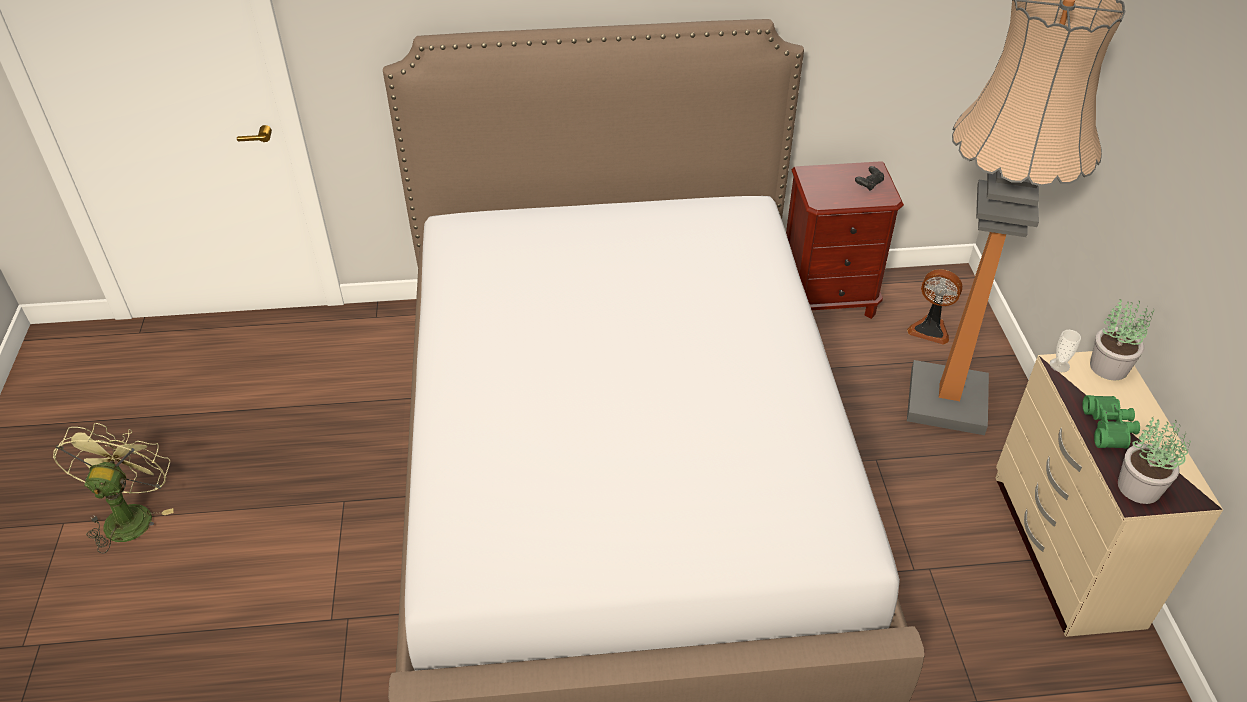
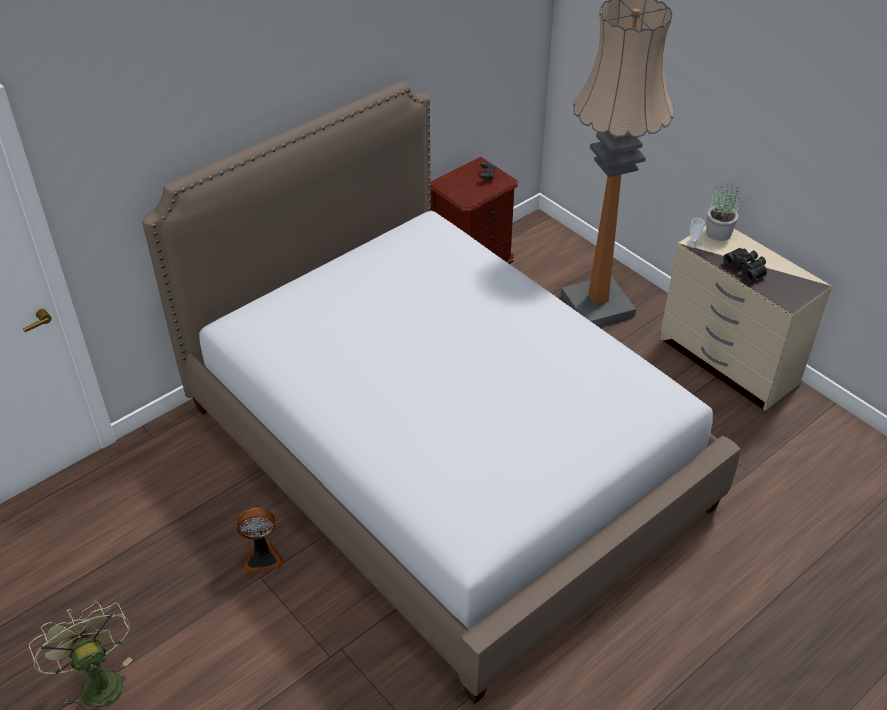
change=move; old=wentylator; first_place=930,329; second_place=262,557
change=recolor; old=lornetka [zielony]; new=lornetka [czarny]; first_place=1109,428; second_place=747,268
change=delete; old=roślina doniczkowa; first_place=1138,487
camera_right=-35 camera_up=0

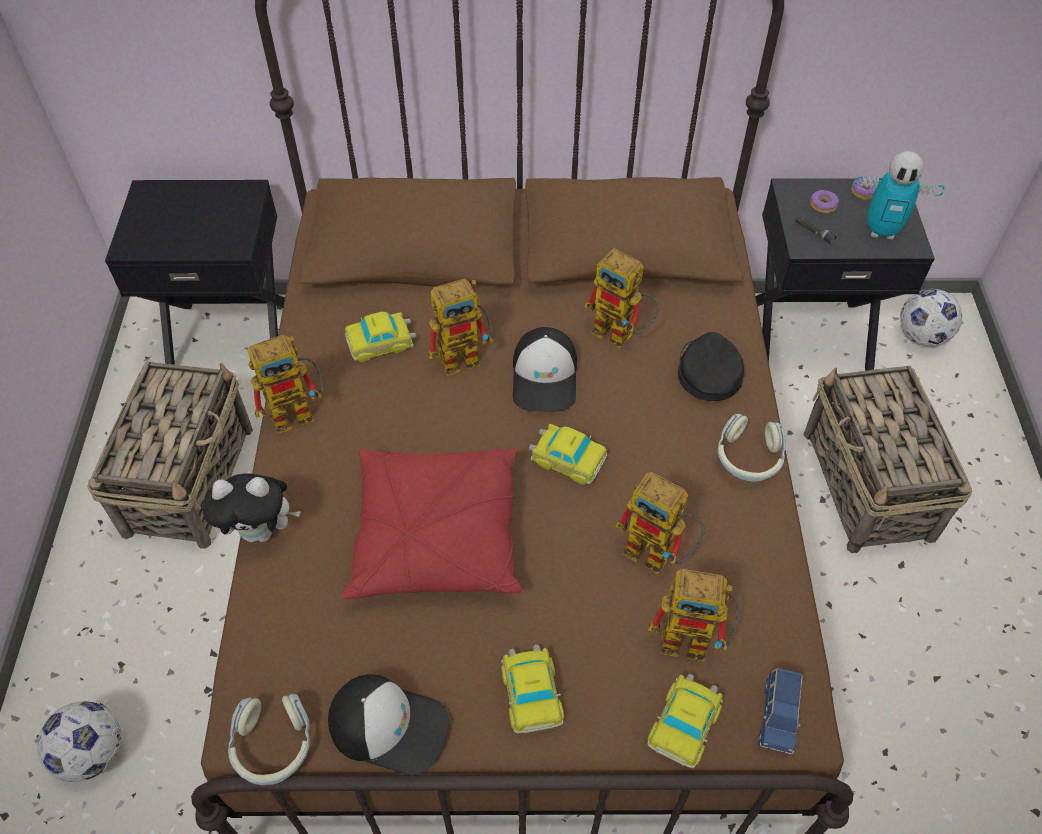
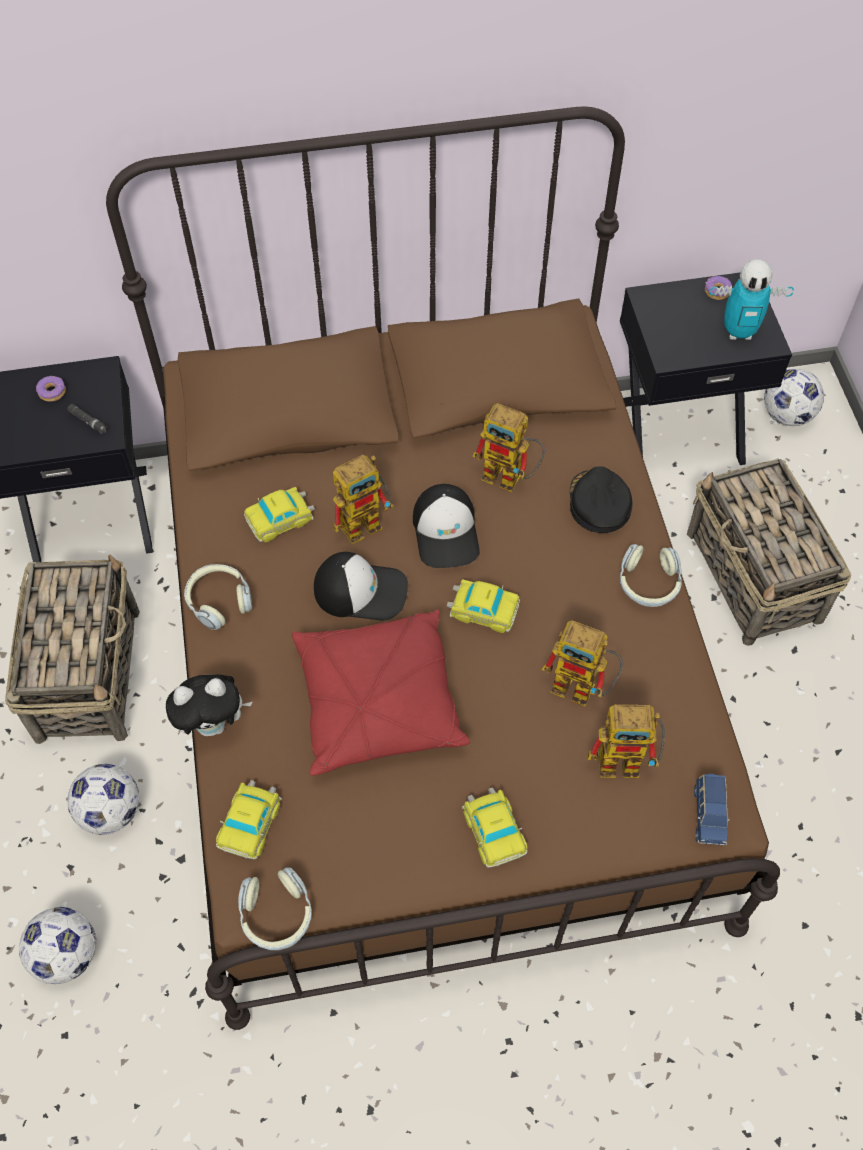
change=move; old=donut; first_place=823,205; second_place=52,392
change=move; old=latarka [czarny]; first_place=814,232; second_place=88,421
change=insert; new=piłka futbolowa; second_place=110,811
change=replace; old=robot zabawkowy; new=słuchawki; first_place=300,411; second_place=219,601
change=move; old=samochodzik; first_place=685,722; second_place=250,822
change=move; old=czapka z daszkiem; first_place=389,725; second_place=361,590
camera_right=-10 camera_up=5

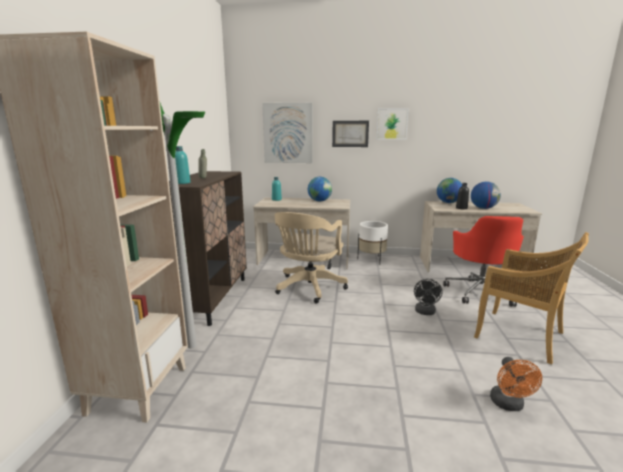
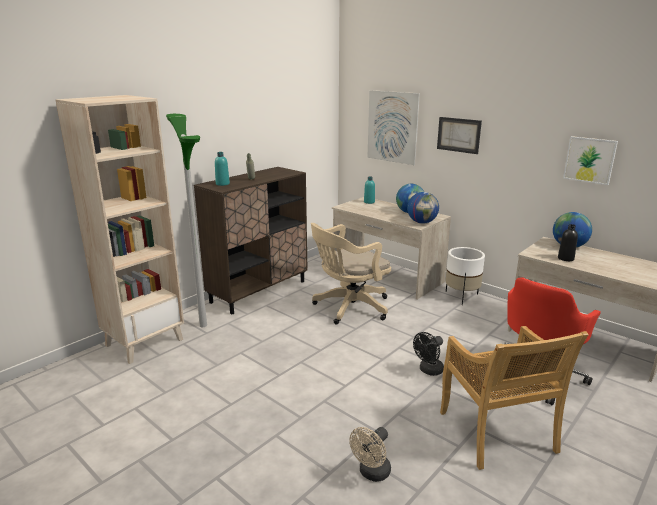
change=recolor; old=wentylator [pomarańczowy]; new=wentylator [beżowy]; first_place=509,405; second_place=372,473
change=move; old=globus; first_place=483,208; second_place=422,222
change=move; old=obraz; first_place=392,124; second_place=589,160
camera_right=35 camera_up=5

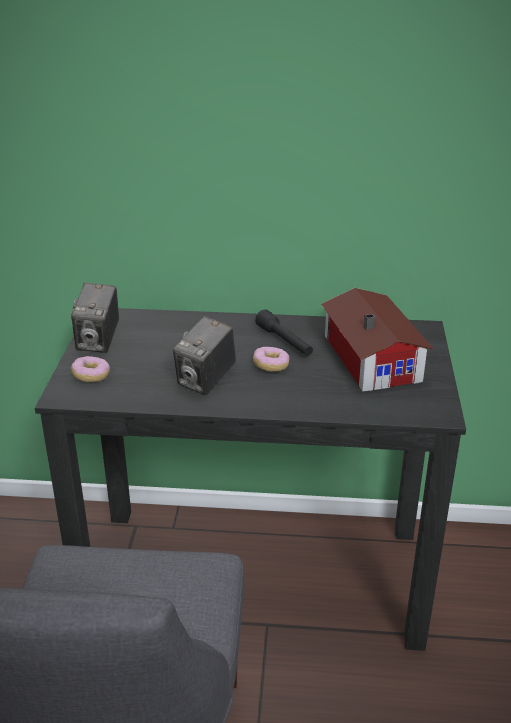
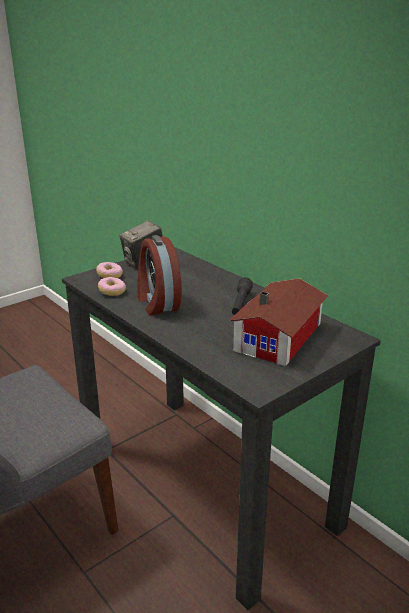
change=move; old=donut; first_place=271,366; second_place=112,292
change=replace; old=aparat fotograficzny; new=budzik; first_place=206,381; second_place=157,303
camera_right=45 camera_up=-5

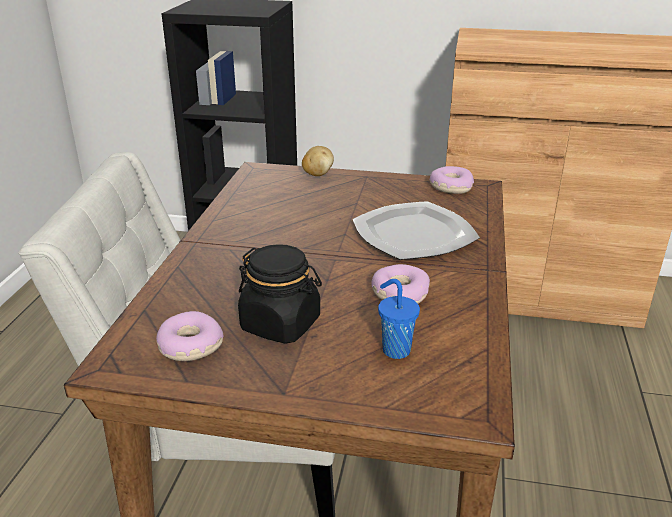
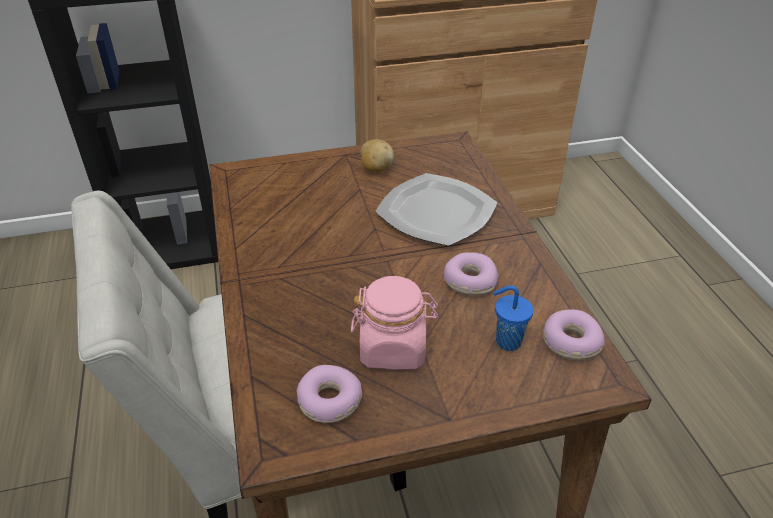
change=recolor; old=słoik [czarny]; new=słoik [różowy]; first_place=281,324; second_place=393,348
change=move; old=ziemniak; first_place=317,174; second_place=376,169
change=move; old=donut; first_place=450,187; second_place=570,342
camera_right=-25 camera_up=10

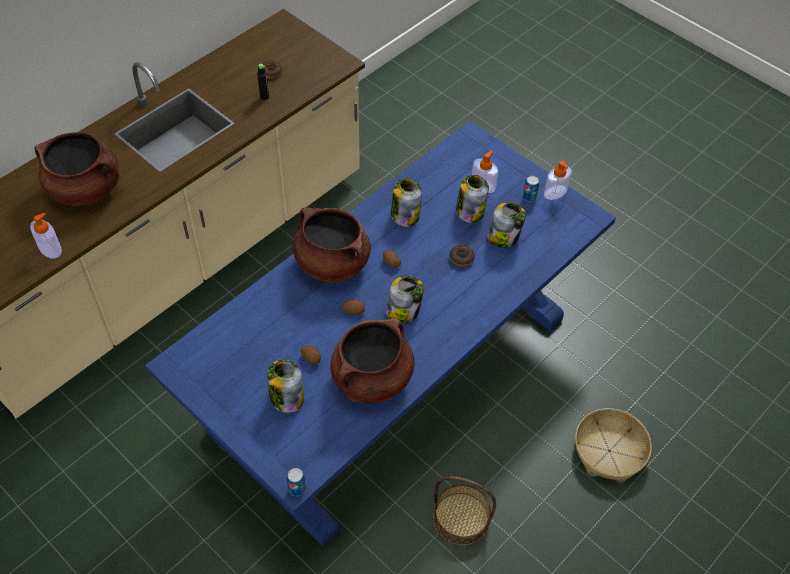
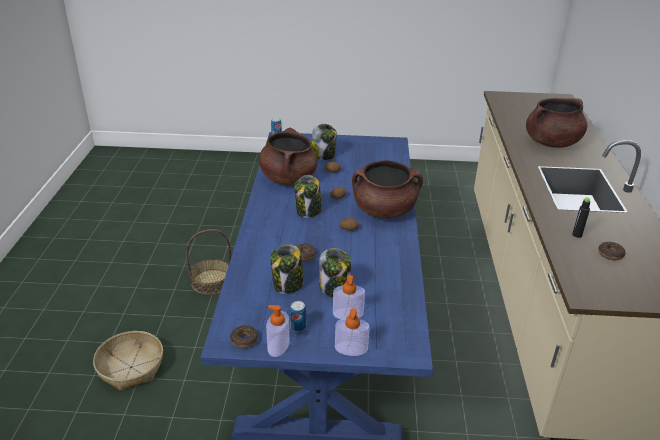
change=insert; new=donut; second_place=244,340
change=move; old=dozownik mydła; first_place=50,248; second_place=351,349
change=delete; old=słoik; first_place=405,215
camera_right=140 camera_up=-20

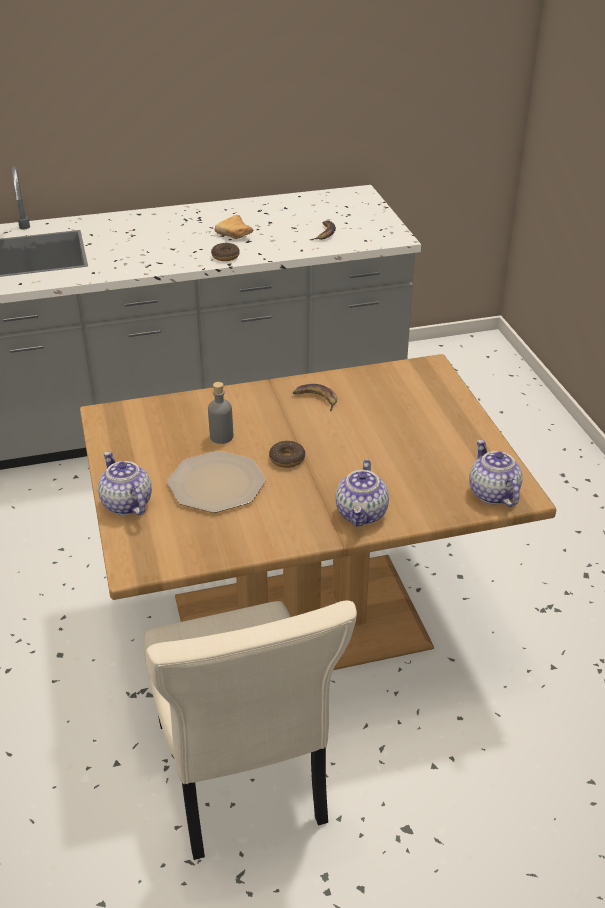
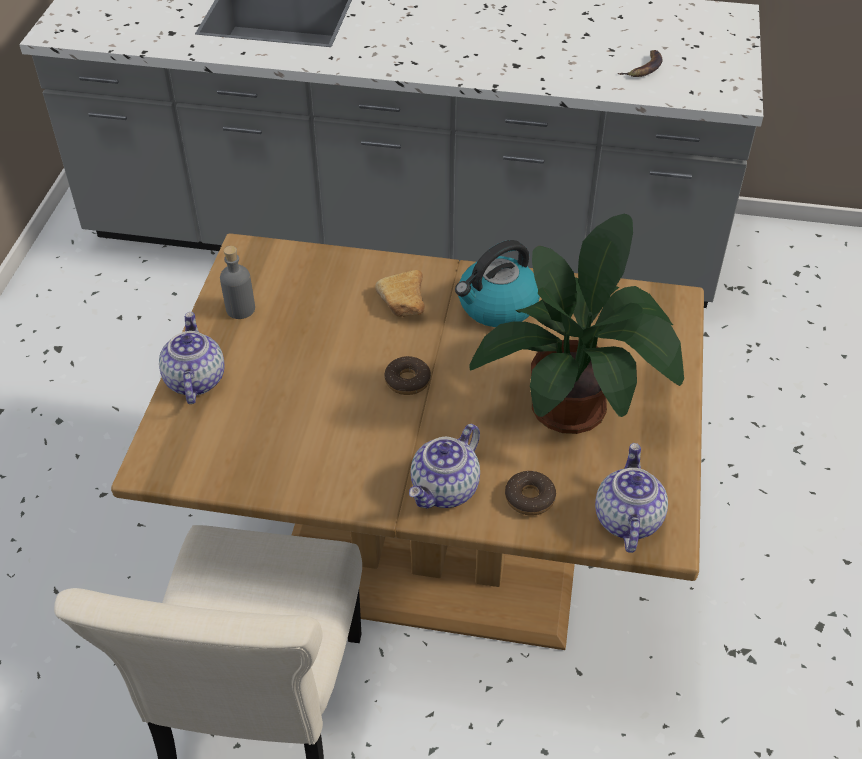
change=move; old=butelka [szary]; first_place=221,437; second_place=240,309
change=move; old=chleb; first_place=236,235; second_place=404,305
change=replace; old=banan; new=czajnik; first_place=316,399; second_place=496,306
change=insert; new=roślina doniczkowa; second_place=575,403
change=move; old=donut; first_place=225,256; second_place=529,498
change=delete; old=talerz; first_place=217,484
camera_right=25 camera_up=10

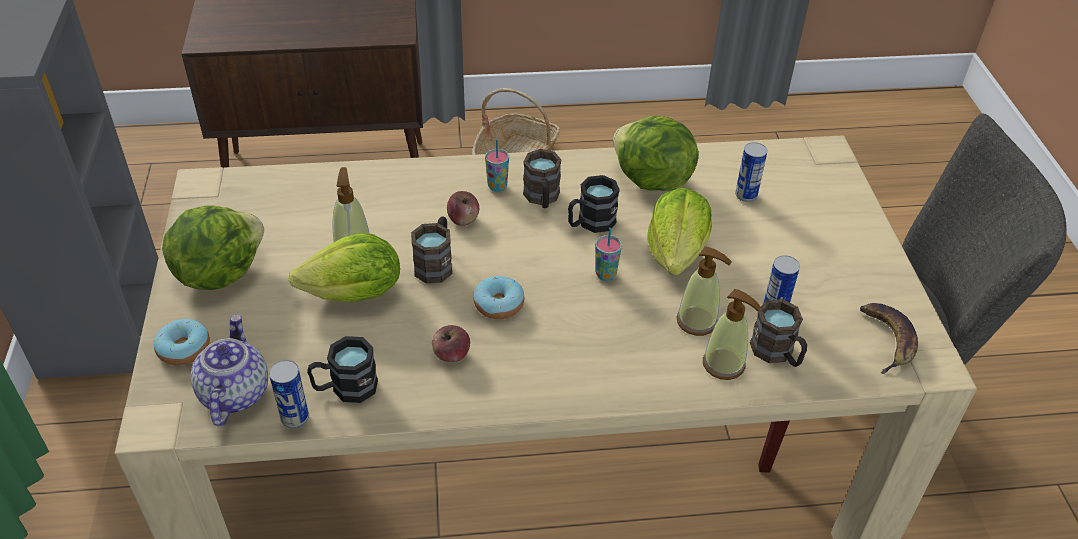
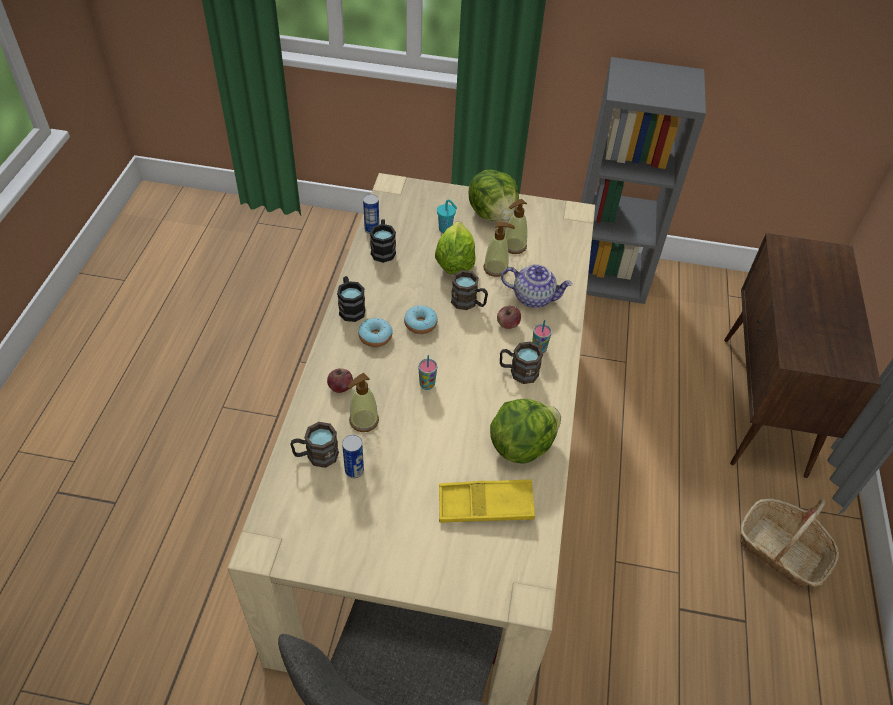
change=move; old=jabłko; first_place=451,355; second_place=340,387
change=move; old=kubek [czarny]; first_place=590,223; second_place=350,307
change=move; old=donut; first_place=184,349; second_place=375,337
change=insert; new=filiżanka [turkusowy]; second_place=446,229
change=replace; old=puszka; new=taca [żółty]; first_place=746,195; second_place=485,505
change=move; old=imbryk; first_place=234,393; second_place=534,297
change=move; old=dozownik mydła; first_place=724,364; second_place=514,246
change=delete; old=sałata; first_place=676,253
change=delete; old=banan; first_place=888,340
camera_right=105 camera_up=5

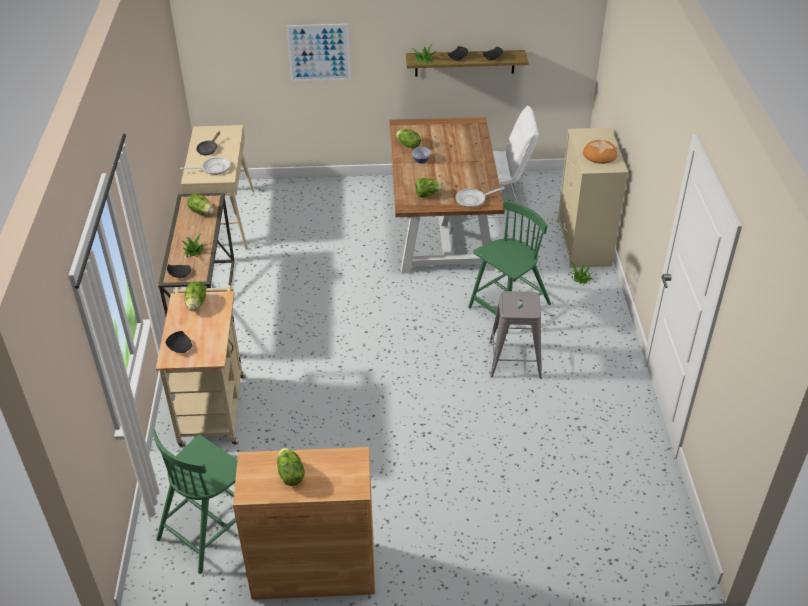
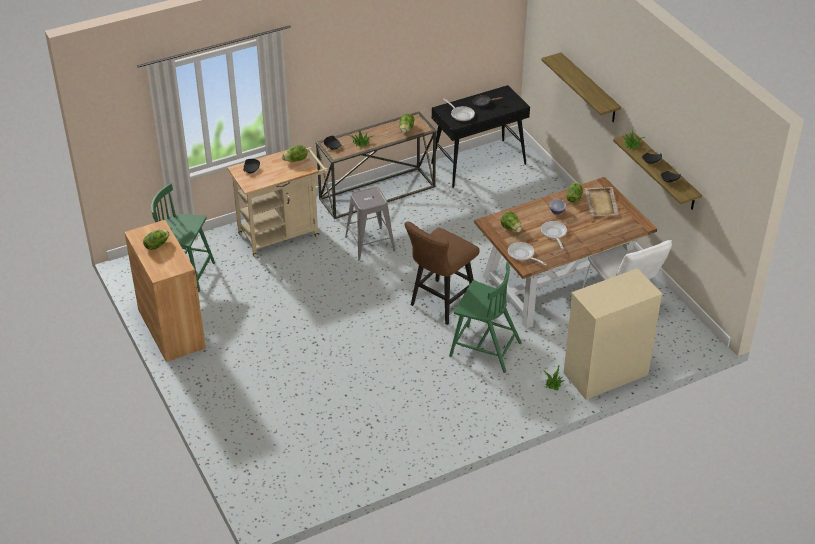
change=move; old=stołek [szary]; first_place=514,359; second_place=370,243
change=insert; new=stołek [brązowy]; second_place=440,305
change=recolor; old=stolik konsolowy [beżowy]; new=stolik konsolowy [czarny]; first_place=224,220; second_place=479,163
change=replace; old=obraz; new=półka; first_place=319,52; second_place=589,88
change=insert; new=patelnia; second_place=554,234
change=insert; new=taca [beżowy]; second_place=601,203
change=delete; old=chleb; first_place=599,155
camera_right=65 camera_up=0

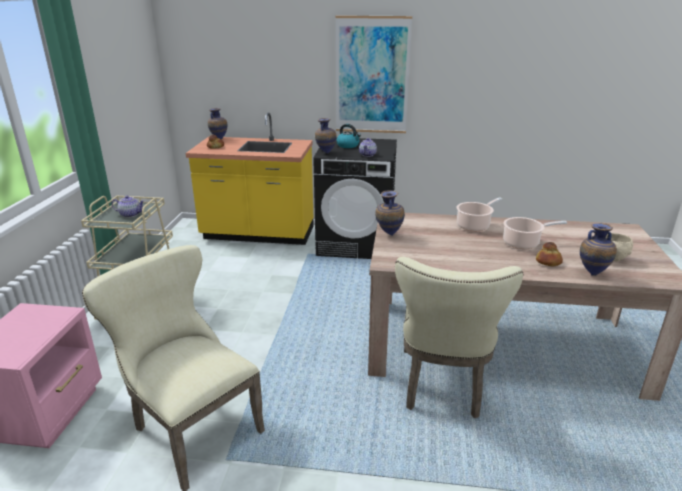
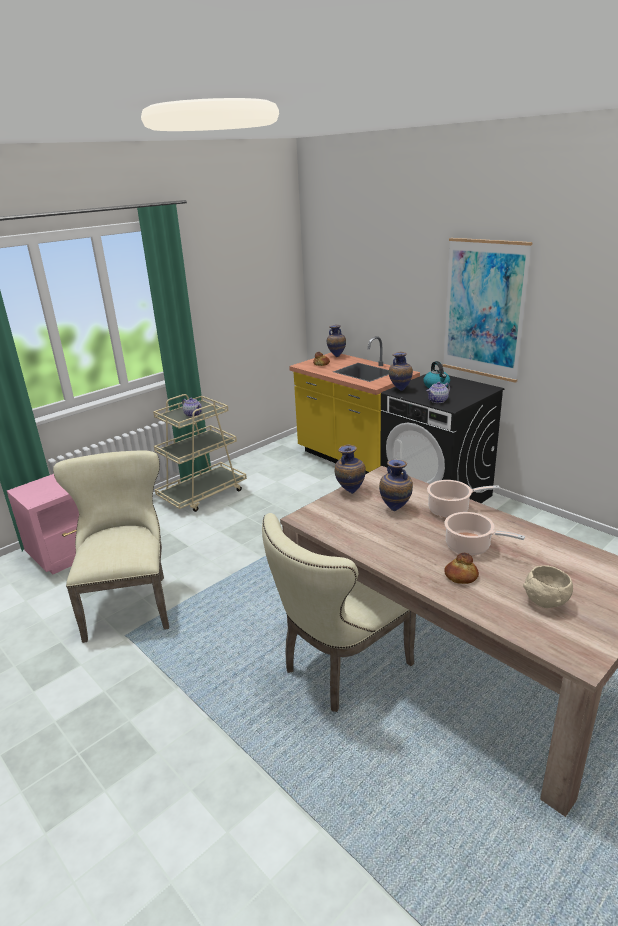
change=move; old=wazon; first_place=592,273; second_place=396,509
camera_right=40 camera_up=0

